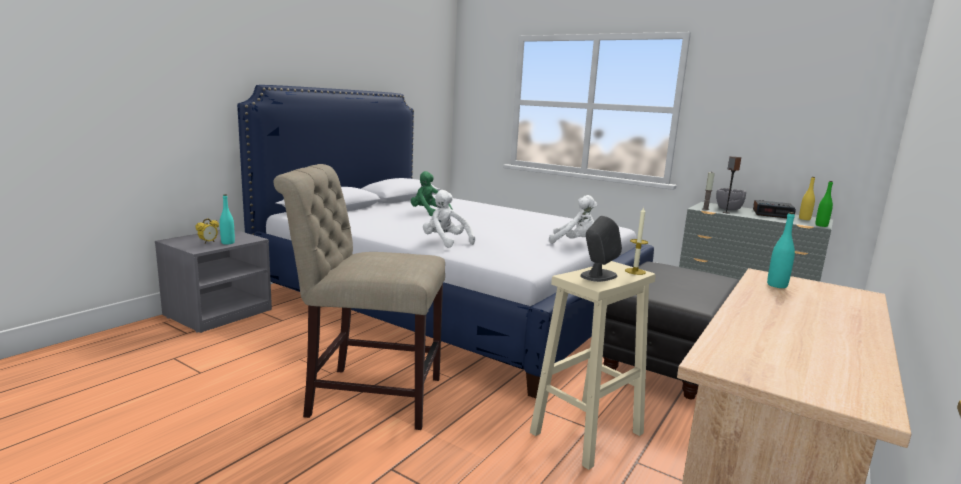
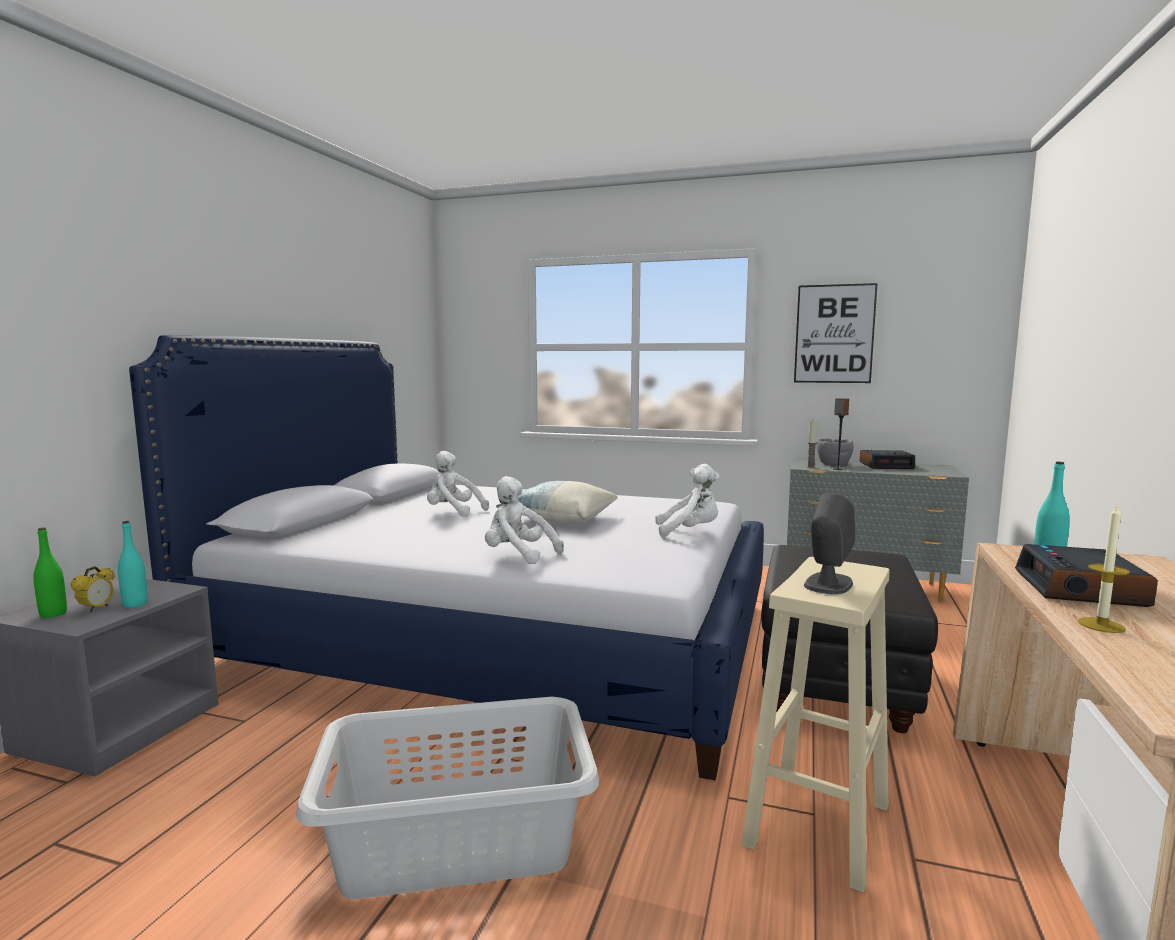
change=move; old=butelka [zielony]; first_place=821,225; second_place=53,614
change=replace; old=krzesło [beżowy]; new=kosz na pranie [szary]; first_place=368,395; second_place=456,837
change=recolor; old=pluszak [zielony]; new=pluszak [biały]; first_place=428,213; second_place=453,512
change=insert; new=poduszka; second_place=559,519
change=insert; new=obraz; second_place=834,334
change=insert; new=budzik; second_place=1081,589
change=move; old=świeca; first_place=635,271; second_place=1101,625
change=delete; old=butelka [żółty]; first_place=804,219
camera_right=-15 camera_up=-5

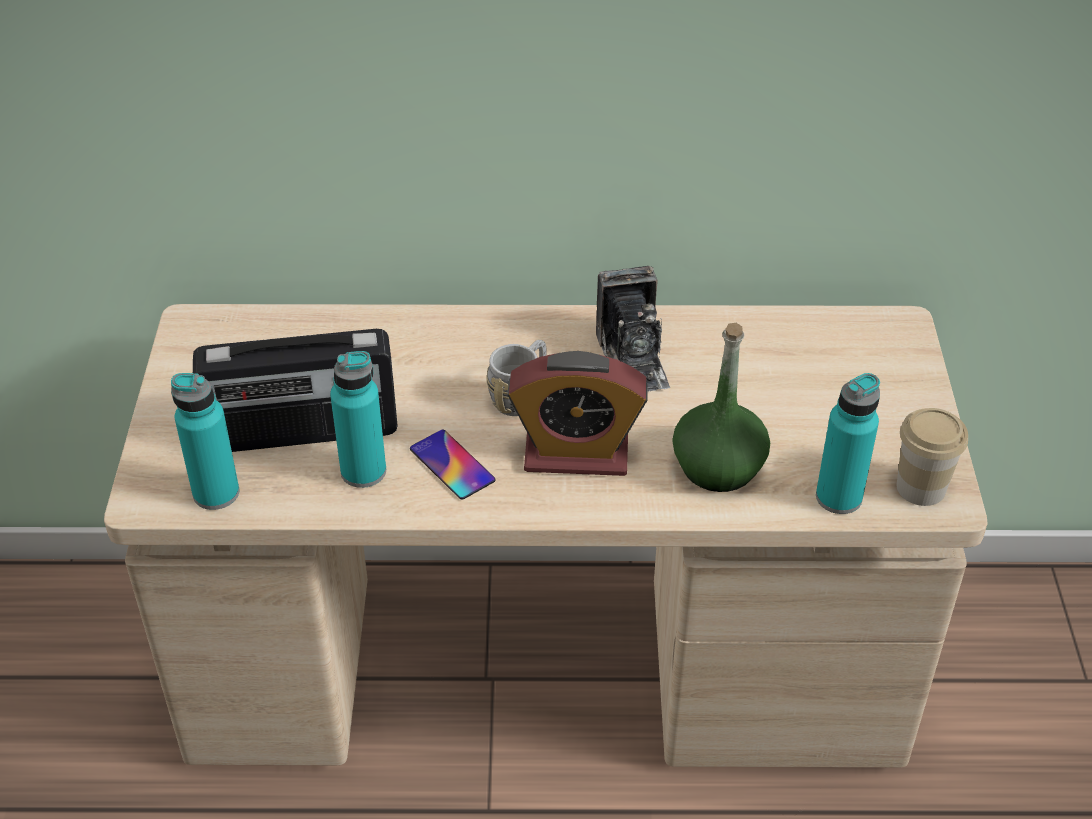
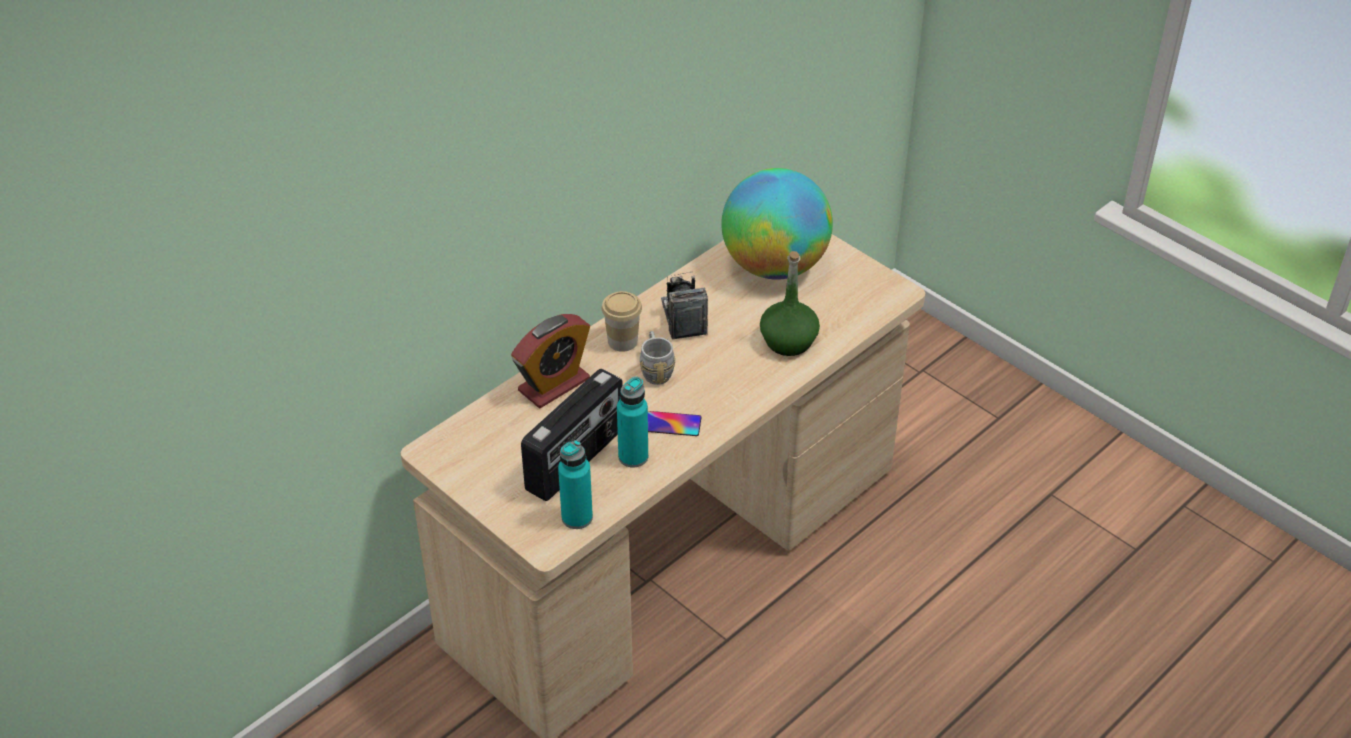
change=move; old=budzik; first_place=576,455; second_place=554,385
change=move; old=filiżanka; first_place=921,488; second_place=622,341
change=rotate; old=aparat fotograficzny; first_place=632,359; second_place=683,317; degrees=-135
change=insert; new=globus; second_place=774,266
change=delete; old=butelka [turkusowy]; first_place=838,497
camera_right=-45 camera_up=0

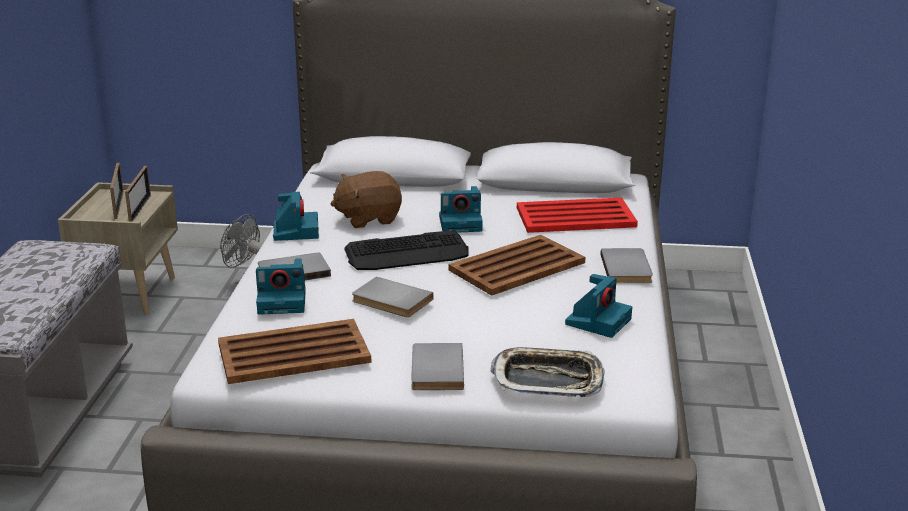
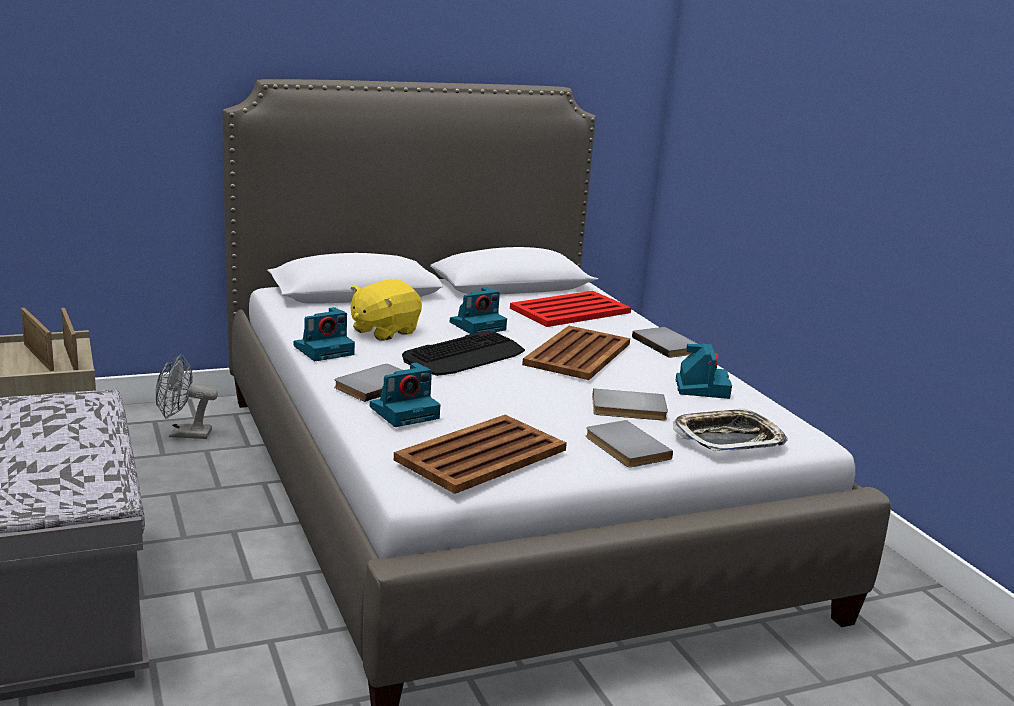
change=rotate; old=aparat fotograficzny; first_place=295,231; second_place=324,350; degrees=90
change=recolor; old=pluszak [brązowy]; new=pluszak [żółty]; first_place=368,218; second_place=383,331
change=move; old=książka [szary]; first_place=390,301; second_place=629,409
camera_right=-30 camera_up=-5

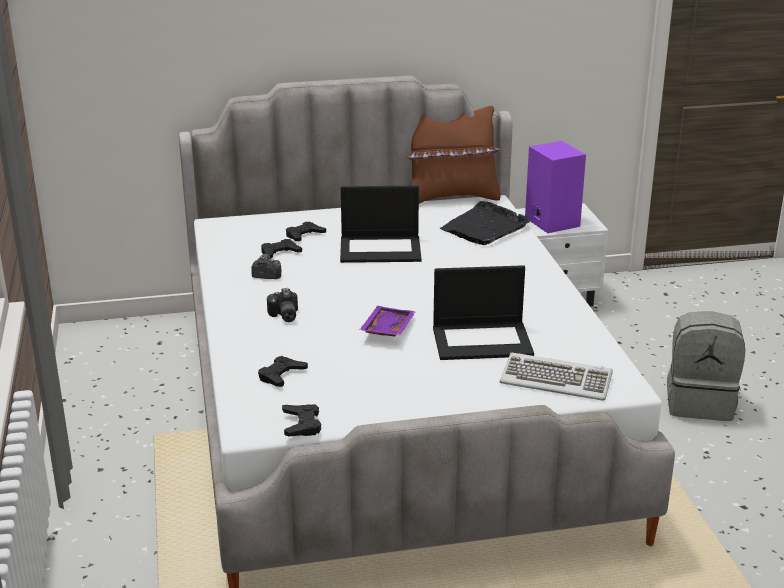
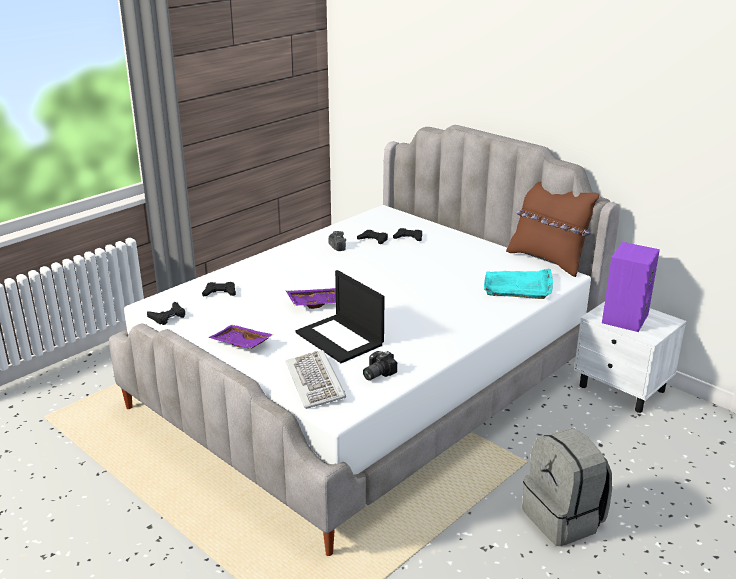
change=insert; new=taca [fioletowy]; second_place=240,344
change=move; old=aparat fotograficzny; first_place=283,316; second_place=376,373
change=recolor; old=taca [czarny]; new=taca [turkusowy]; first_place=485,227; second_place=518,286
change=delete; old=laptop; first_place=381,249
camera_right=55 camera_up=0

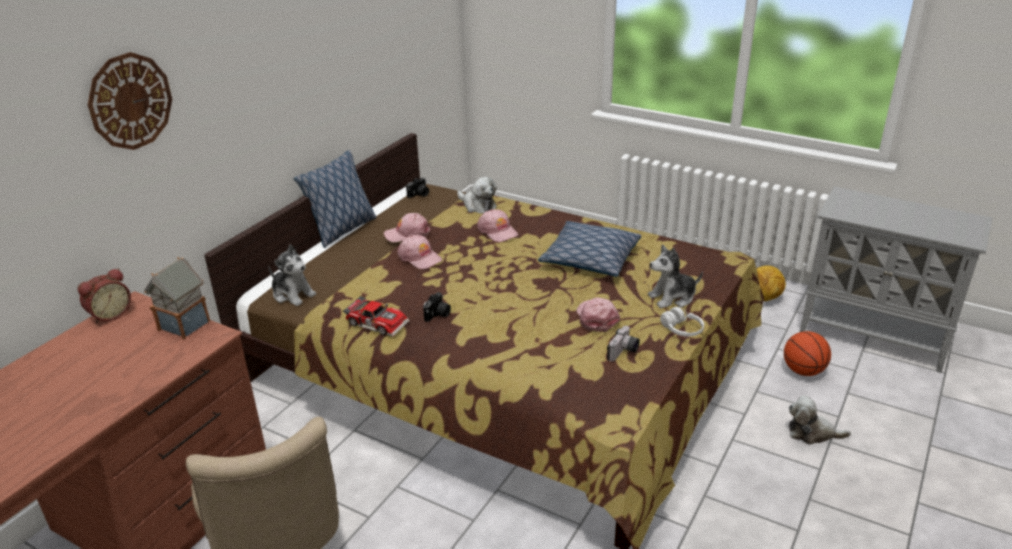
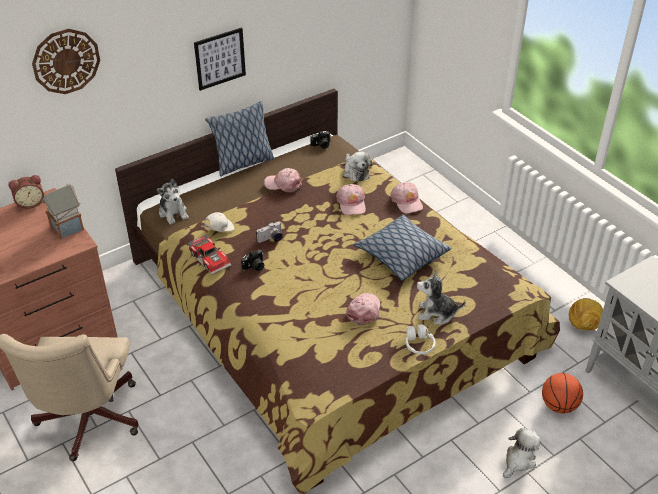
change=insert; new=obraz; second_place=220,58
change=insert; new=czapka z daszkiem [biały]; second_place=219,229
change=move; old=aparat fotograficzny; first_place=624,352; second_place=271,239
change=move; old=czapka z daszkiem [różowy]; first_place=420,257; second_place=407,201
change=rotate; old=pluszak; first_place=812,433; second_place=519,460; degrees=90
camera_right=25 camera_up=10

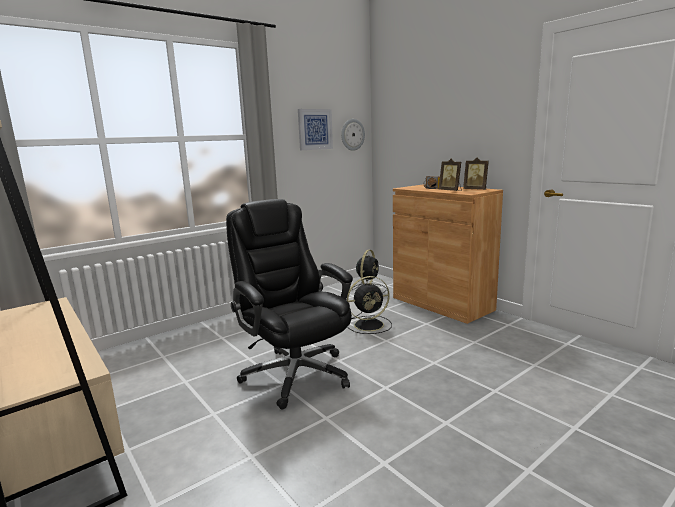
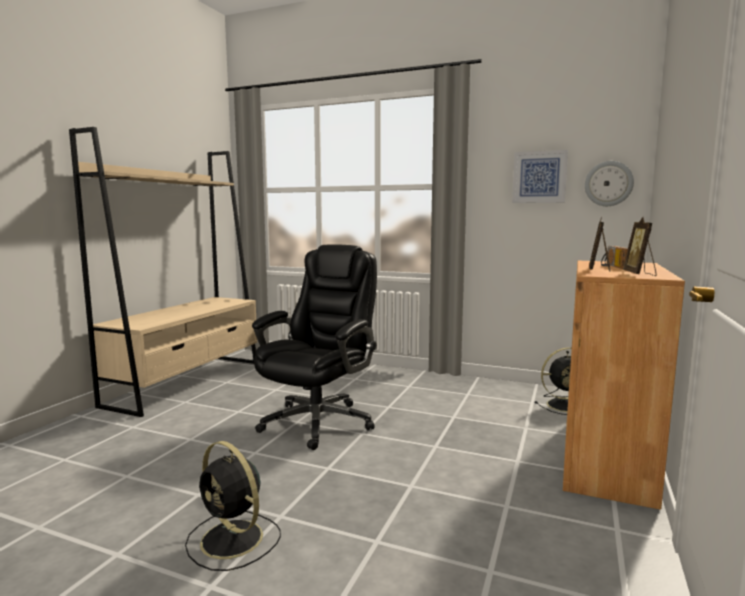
change=move; old=wentylator [czarny]; first_place=370,324; second_place=233,540
camera_right=60 camera_up=-5

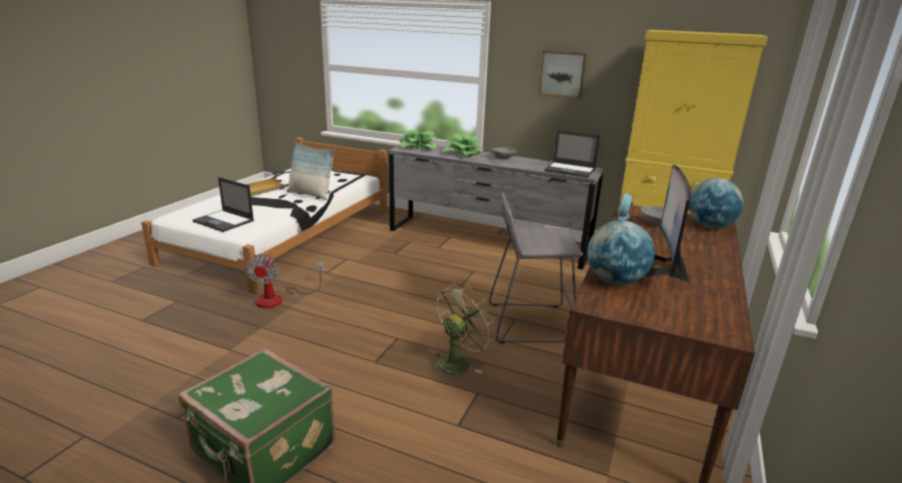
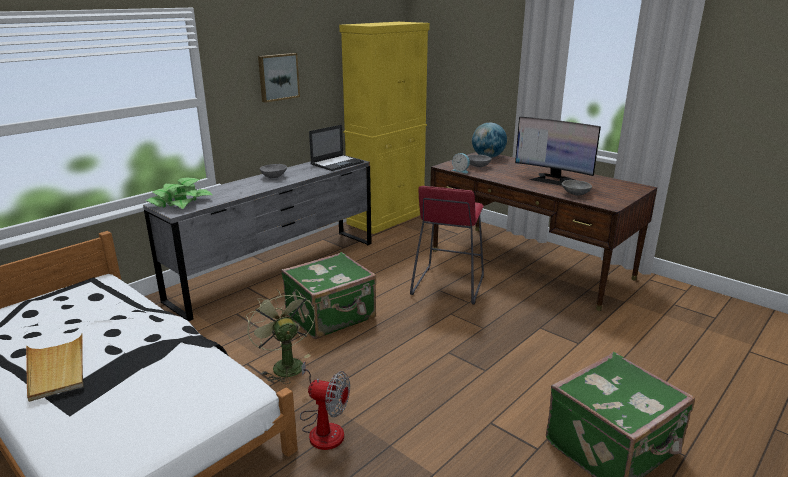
change=move; old=wentylator [zielony]; first_place=457,362; second_place=284,364
change=insert; new=walizka [zielony]; second_place=331,317
change=recolor; old=stołek [szary]; new=stołek [czerwony]; first_place=529,323; second_place=448,285
change=replace; old=globus; new=miska [szary]; first_place=615,281; second_place=575,194
change=delete; old=laptop; first_place=224,221
change=delete; old=poduszka; first_place=310,194
change=delete; old=roślina doniczkowa; first_place=464,153
camera_right=-70 camera_up=0

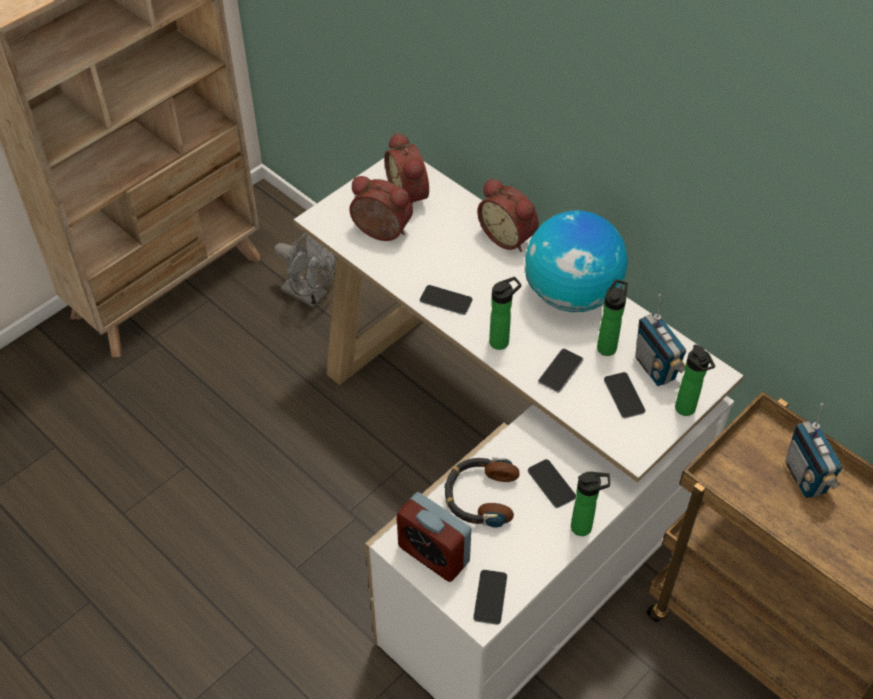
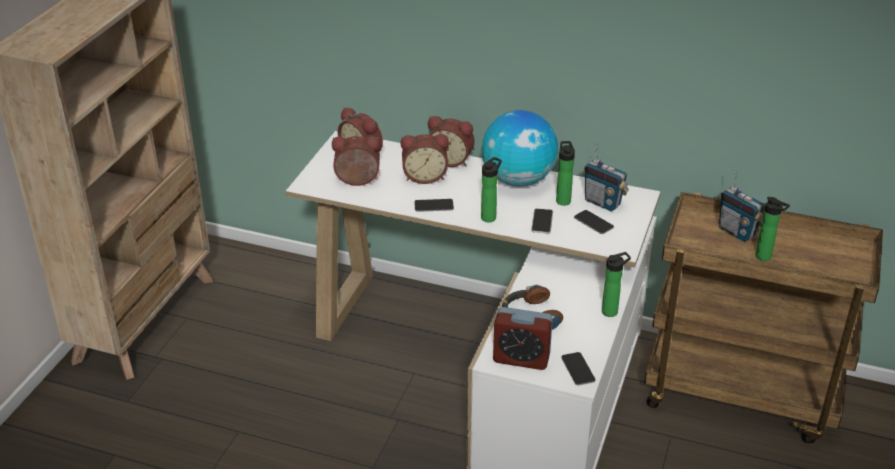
change=insert; new=budzik; second_place=425,176
change=move; old=butelka; first_place=686,410; second_place=765,257
change=delete; old=wentylator [szary]; first_place=310,295
change=delete; old=telefon; first_place=551,484
camera_right=-25 camera_up=-15

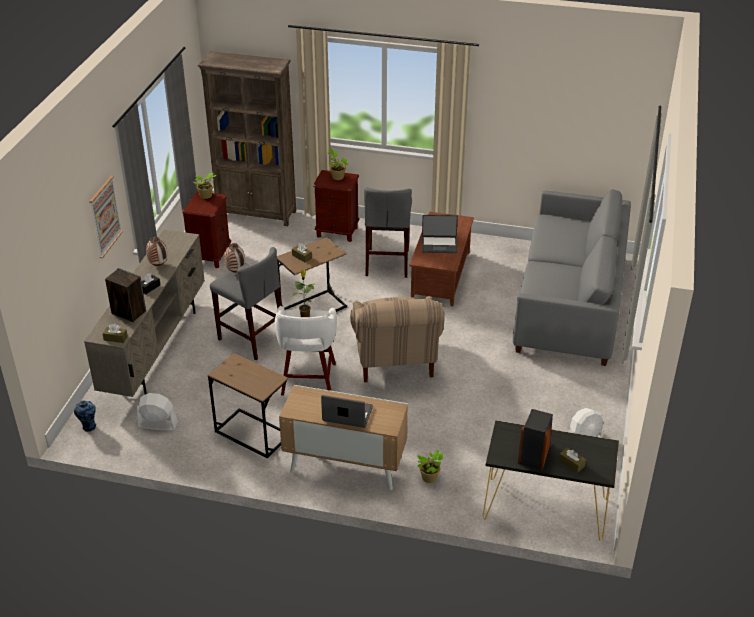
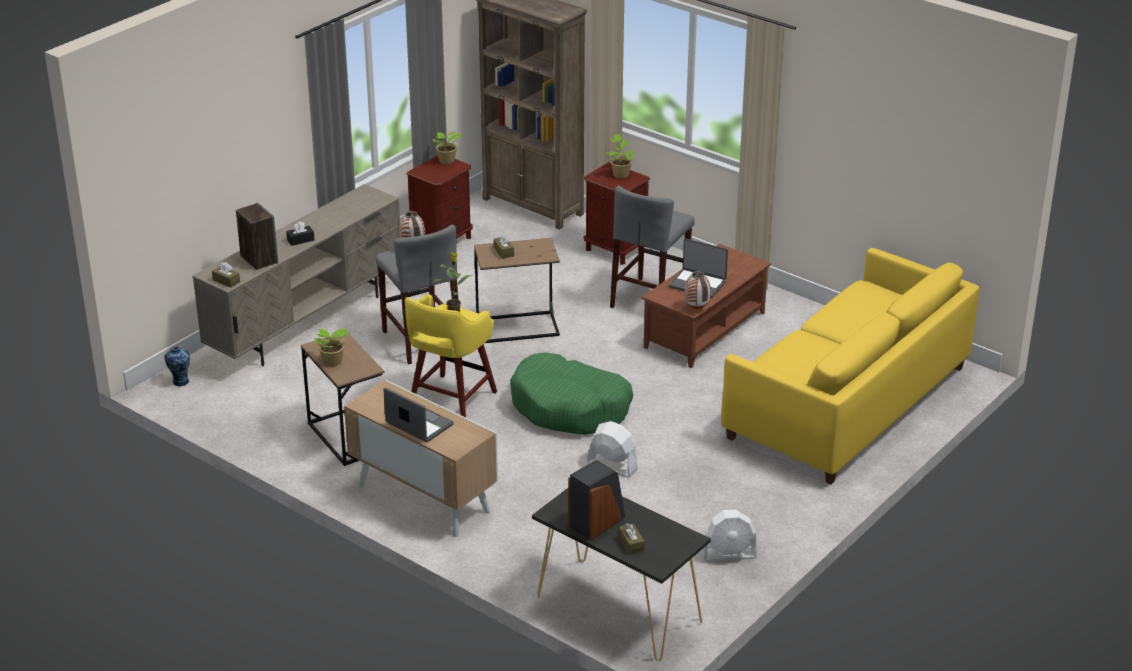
change=move; old=roślina doniczkowa; first_place=430,478; second_place=332,362
change=recolor; old=stołek [biały]; new=stołek [żółty]; first_place=308,381; second_place=451,401
change=replace; old=fotel [beżowy]; new=legowisko [zielony]; first_place=395,360; second_place=570,408
change=move; old=wentylator [biały]; first_place=157,424; second_place=612,465
change=move; old=wazon; first_place=158,265; second_place=696,308
change=recolor; old=kanapa [szary]; new=kanapa [żółty]; first_place=570,303; second_place=847,402
change=delete; old=obraz; first_place=105,216
camera_right=25 camera_up=-5

